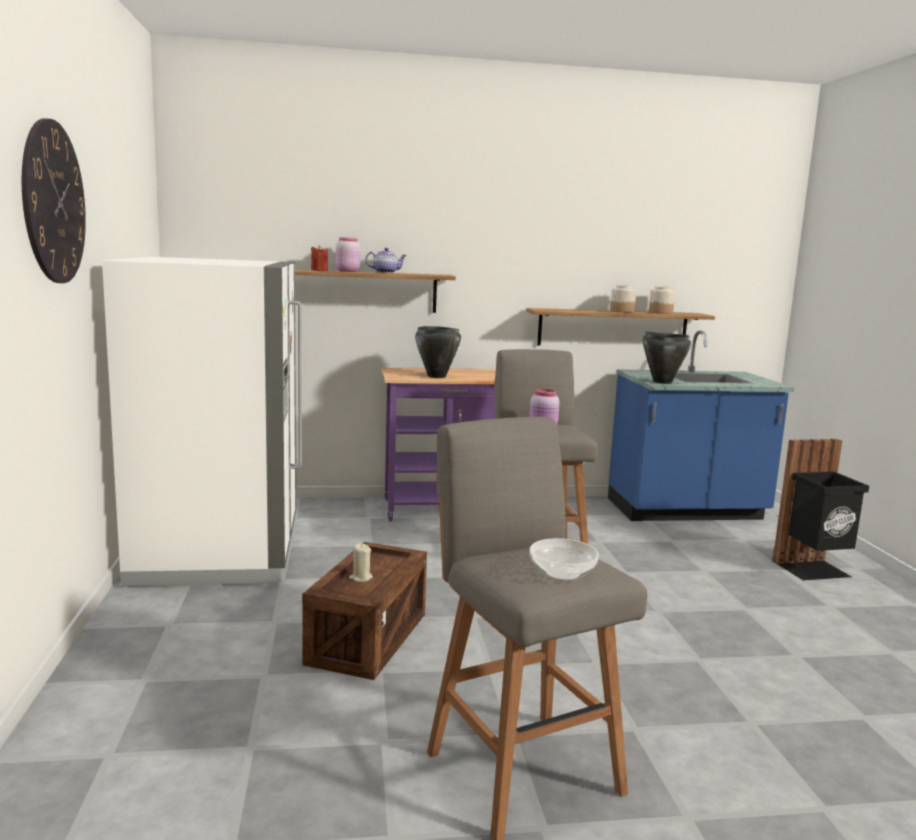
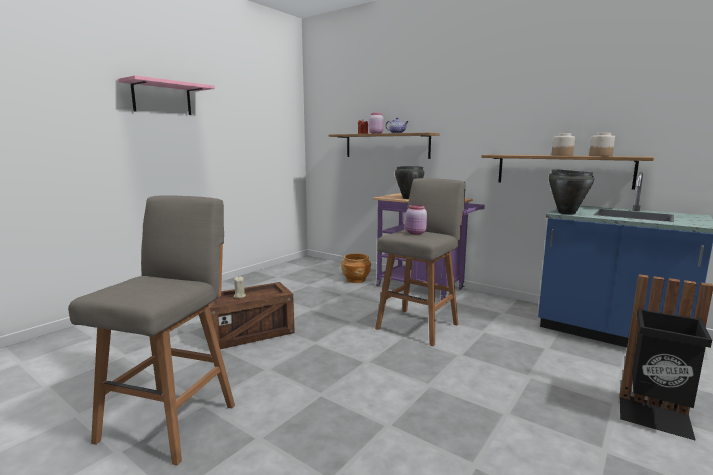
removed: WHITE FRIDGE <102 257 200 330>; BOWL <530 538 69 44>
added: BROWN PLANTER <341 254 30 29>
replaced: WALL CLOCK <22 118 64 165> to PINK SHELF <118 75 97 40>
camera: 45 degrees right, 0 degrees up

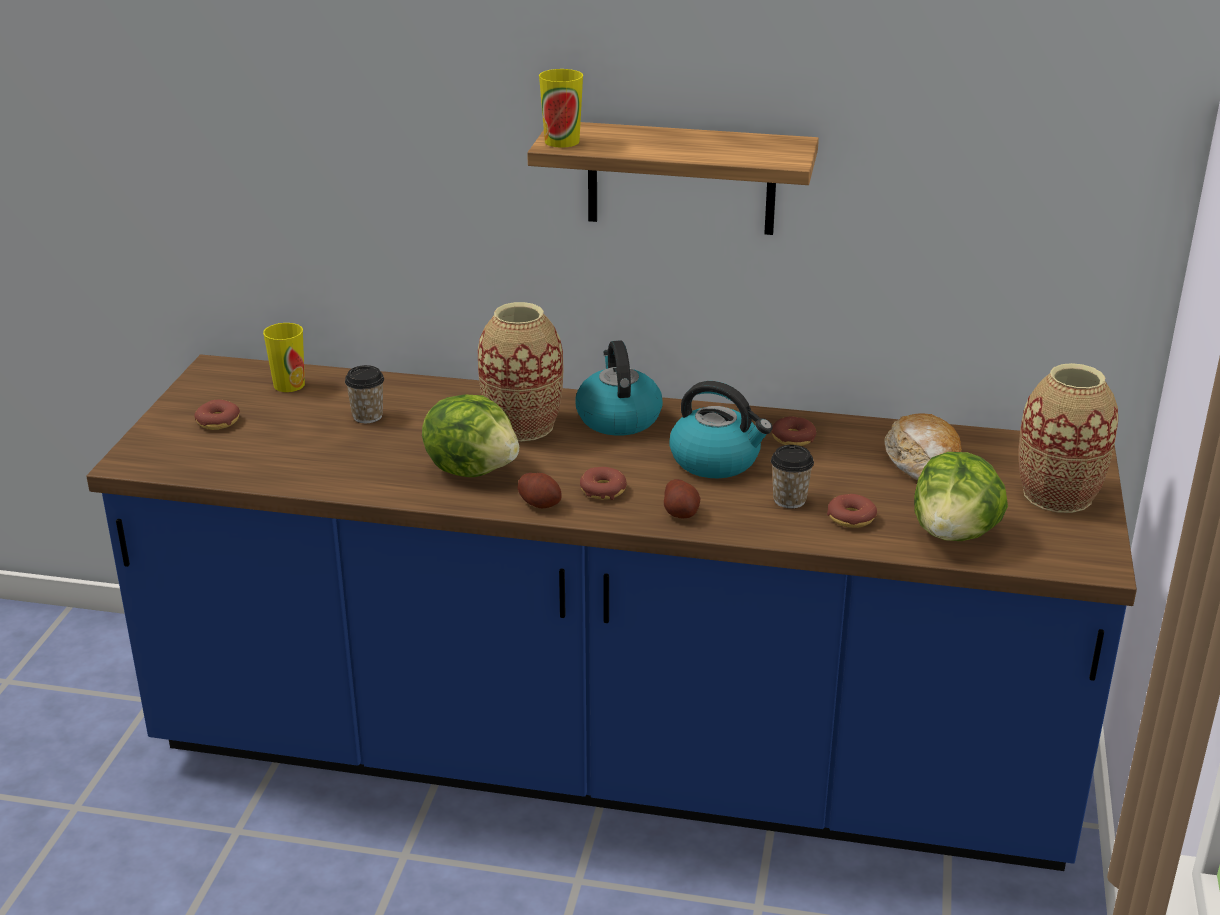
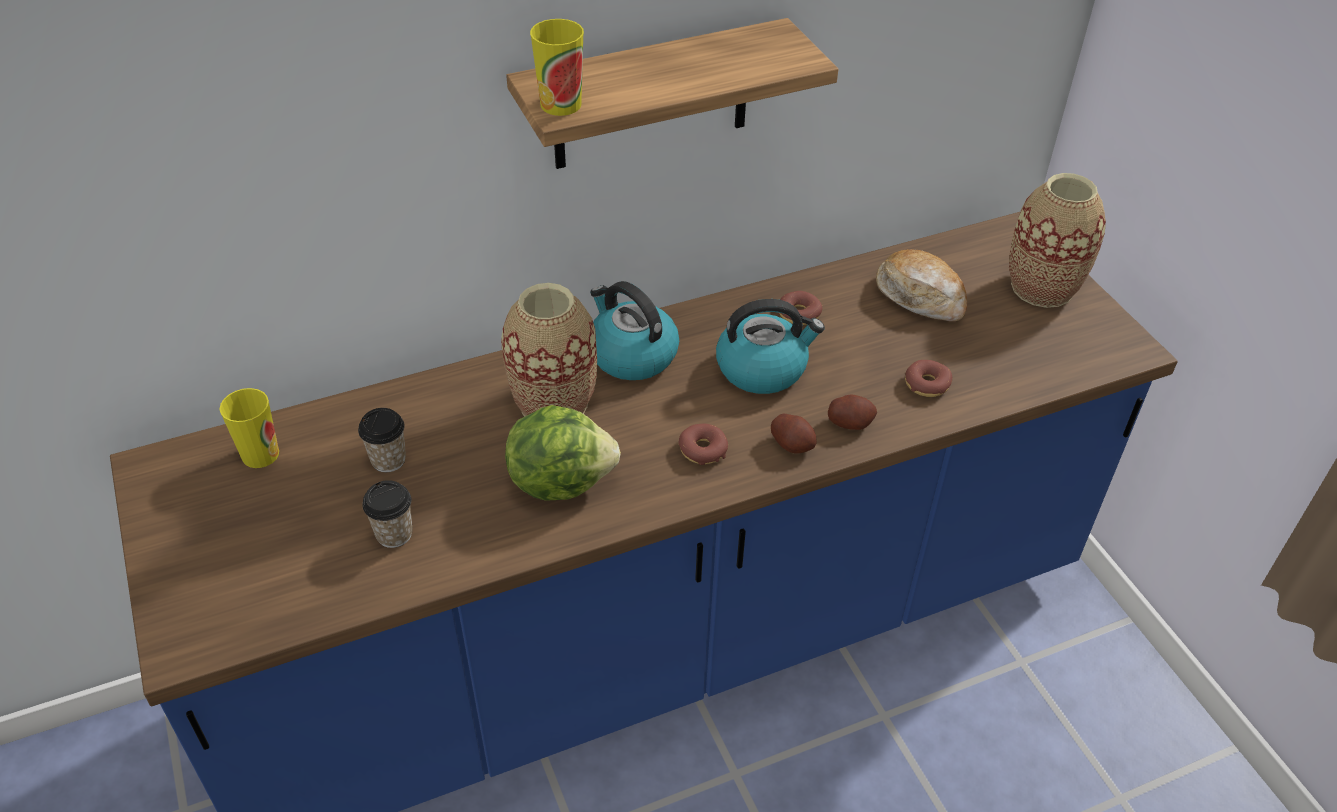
removed: DONUT <194 400 46 30>; LETTUCE <914 452 94 89>
moved: CUP <771 445 43 63> to <362 480 51 68>; POTATO <518 473 44 35> to <828 394 49 36>
camera: 35 degrees left, 15 degrees up

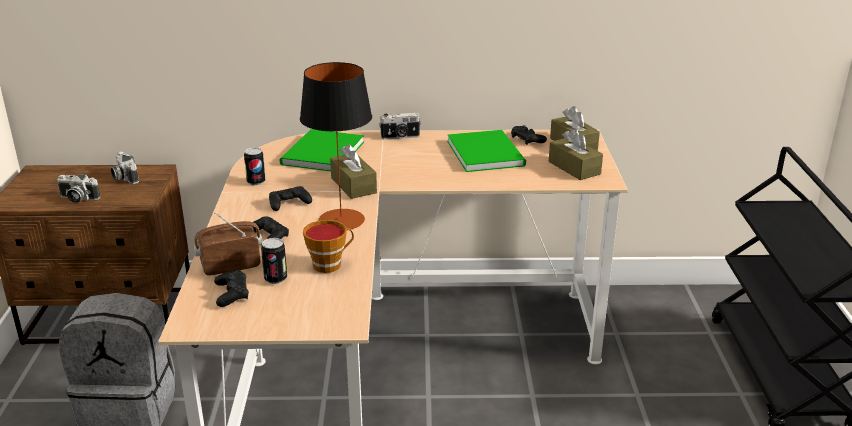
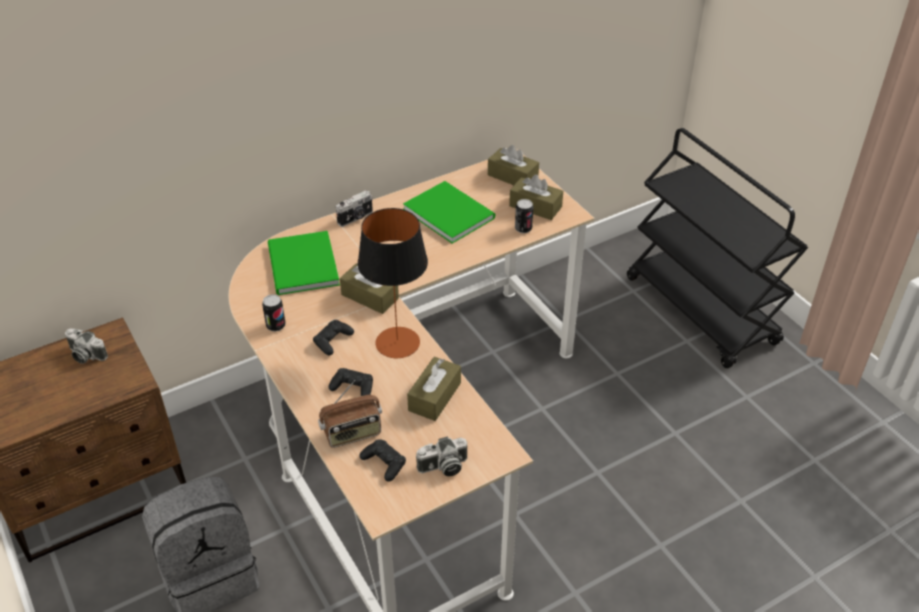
removed: BLACK GAME CONTROLLER <511 125 36 20>
moved: PHOTO CAMERA <57 174 43 29> to <416 436 51 40>; CAN <261 238 26 46> to <515 199 19 34>
replaced: CUP <303 220 51 53> to BROWN TISSUE BOX <407 357 54 64>
turned: RADIO <194 212 68 64> = <318 380 64 68> 150 degrees counterclockwise
camera: 30 degrees left, 15 degrees up

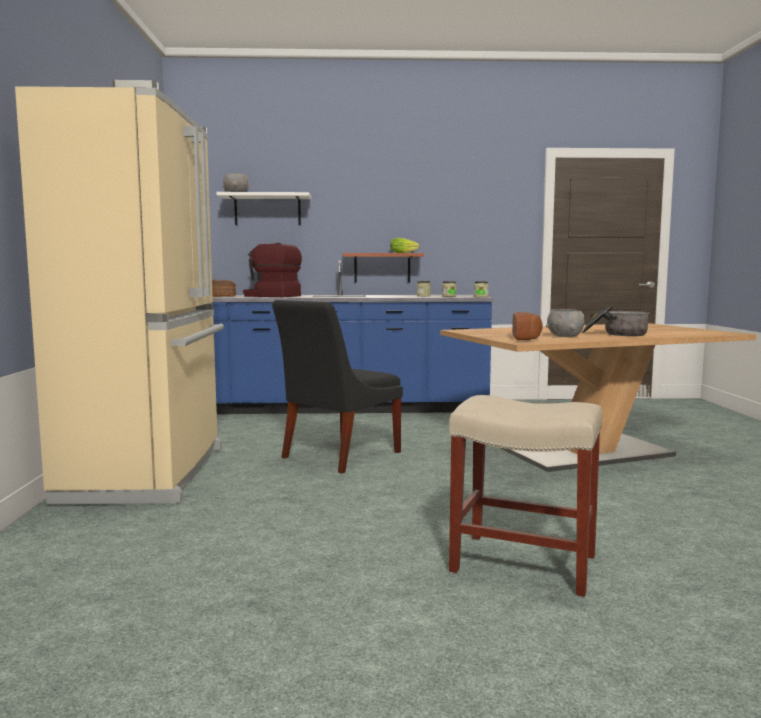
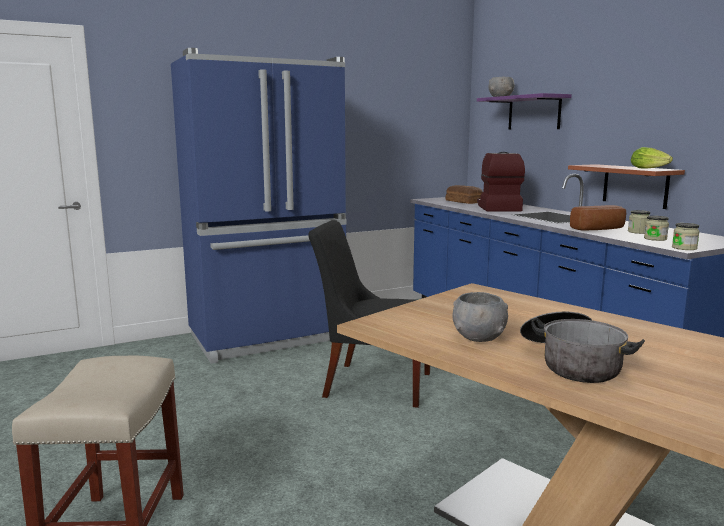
moved: BREAD <512 312 31 28> to <570 205 56 25>
recoloured: BEIGE FRIDGE <15 80 209 425> to BLUE FRIDGE <171 48 176 316>; WHITE SHELF <216 192 95 33> to PURPLE SHELF <477 93 95 36>
camera: 65 degrees right, 5 degrees up

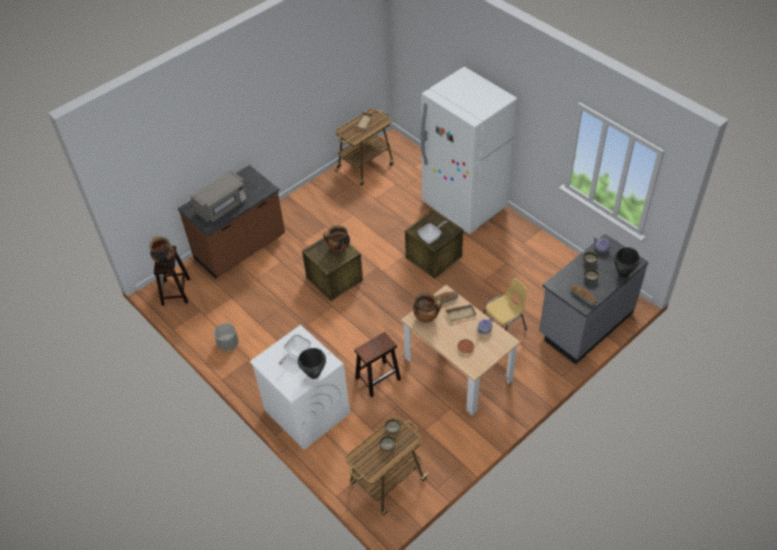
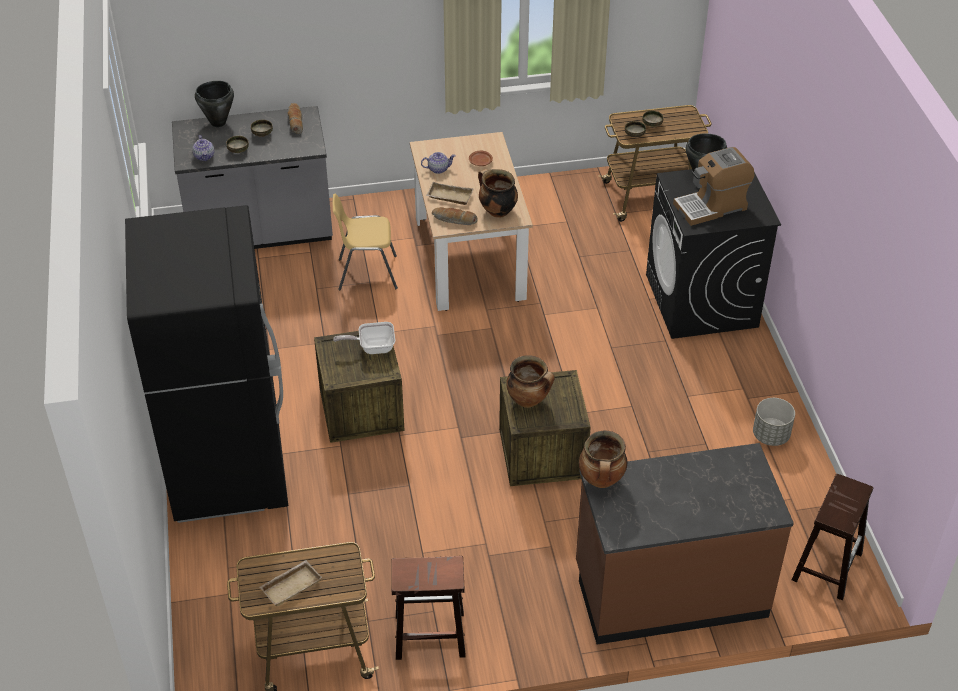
removed: GREY MICROWAVE <191 170 56 52>
moved: COOKING POT <150 236 24 29> to <579 431 48 57>; BROWN STOOL <354 332 47 66> to <392 556 74 104>
replaced: FRYING PAN <279 334 32 31> to COFFEE MACHINE <673 147 81 79>
recoloured: WHITE FRIDGE <421 67 97 167> to BLACK FRIDGE <125 205 163 318>; WHITE WASHING MACHINE <249 325 101 125> to BLACK WASHING MACHINE <646 169 135 170>
camera: 150 degrees left, 5 degrees down

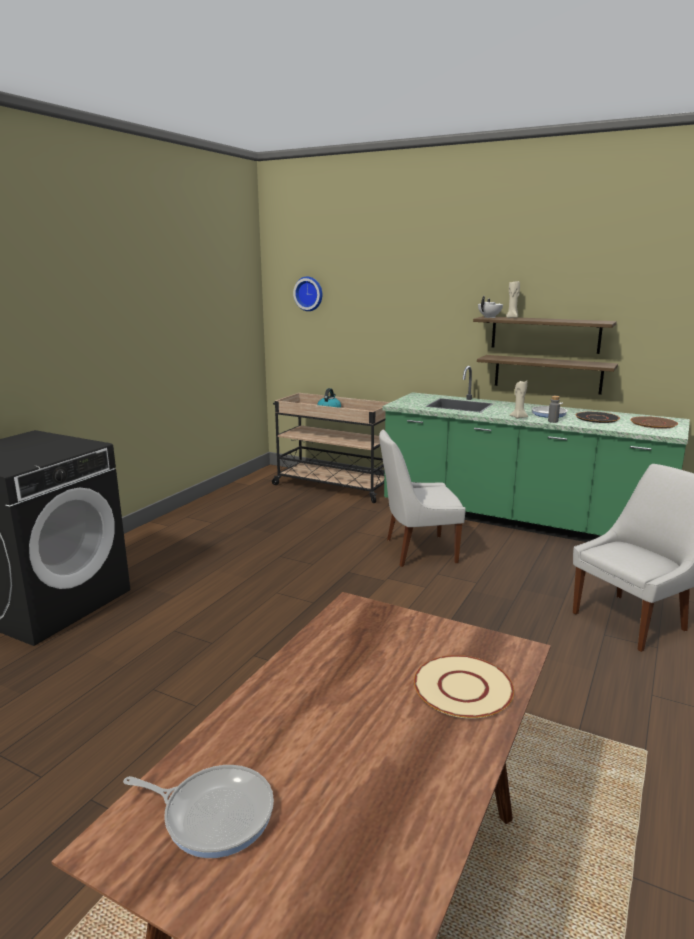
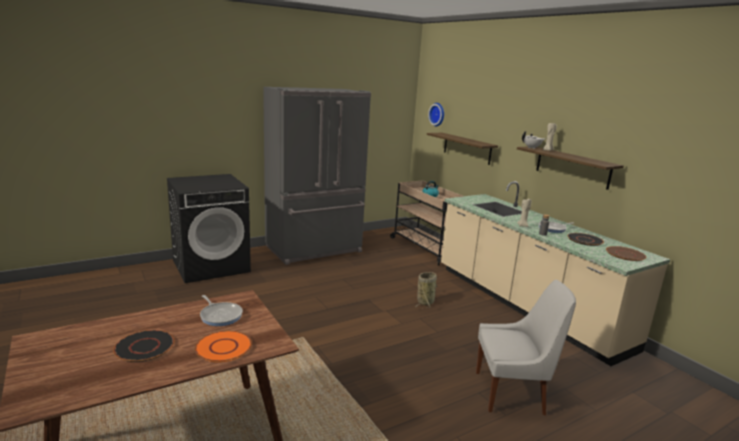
added: GREY FRIDGE <263 87 108 178>; BLACK PLATE <113 330 62 32>
moved: SHELF <477 355 141 40> to <427 133 71 32>; FRYING PAN <123 765 151 93> to <200 295 43 31>
replaced: WHITE CHAIR <379 429 87 138> to BASKET <416 272 22 36>
recoloured: GREEN COUNTER <383 366 307 176> to BEIGE COUNTER <441 181 229 185>; BEIGE PLATE <414 655 100 64> to ORANGE PLATE <195 331 57 31>
camera: 30 degrees right, 0 degrees up

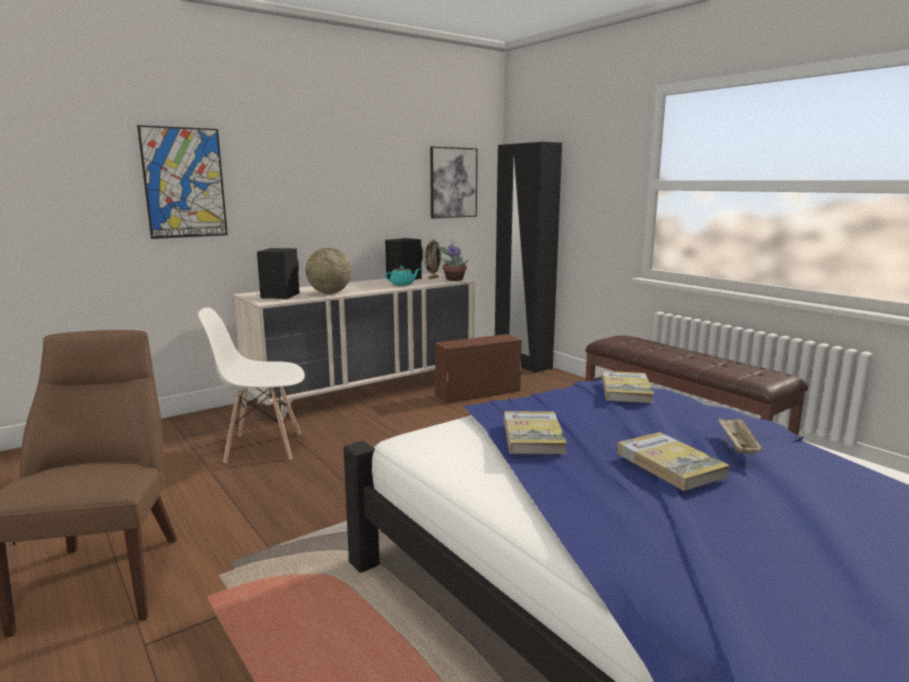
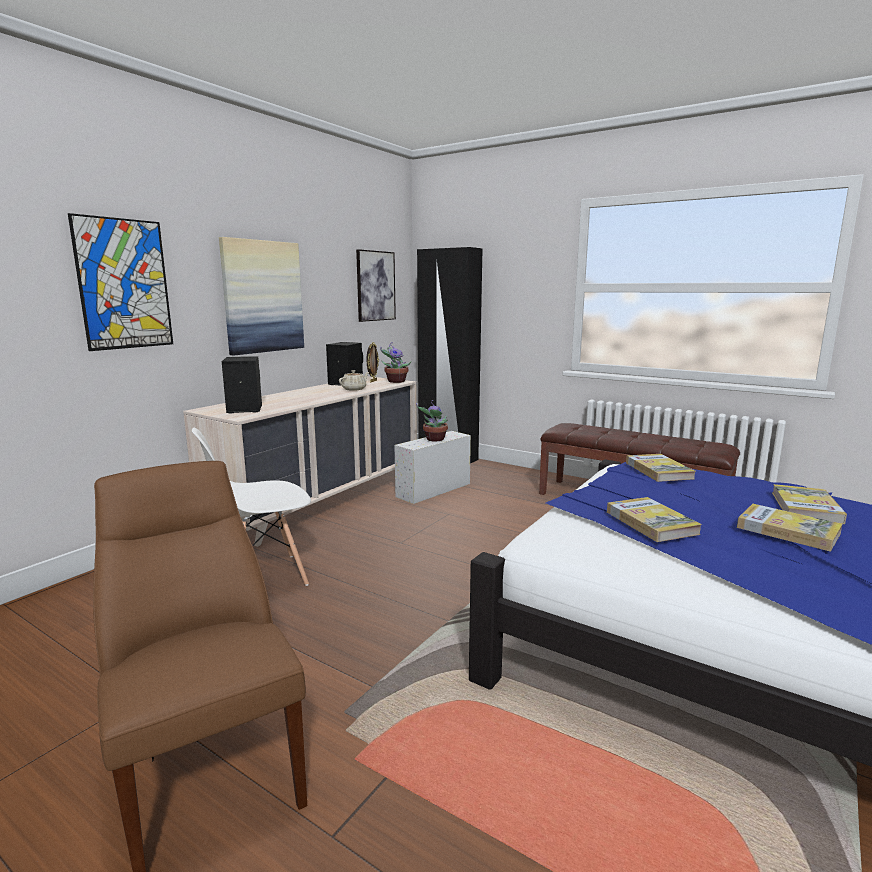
removed: GLOBE <306 248 46 46>
added: PICTURE <219 237 85 119>; POTTED PLANT <416 400 32 41>
replaced: BEIGE TRAY <718 418 46 36> to BOOK <772 484 75 40>
recoloured: TURQUOISE TEAPOT <385 266 34 20> to BEIGE TEAPOT <339 370 30 21>; BROWN STORAGE BOX <435 334 87 69> to WHITE STORAGE BOX <394 431 77 73>
camera: 20 degrees left, 0 degrees up

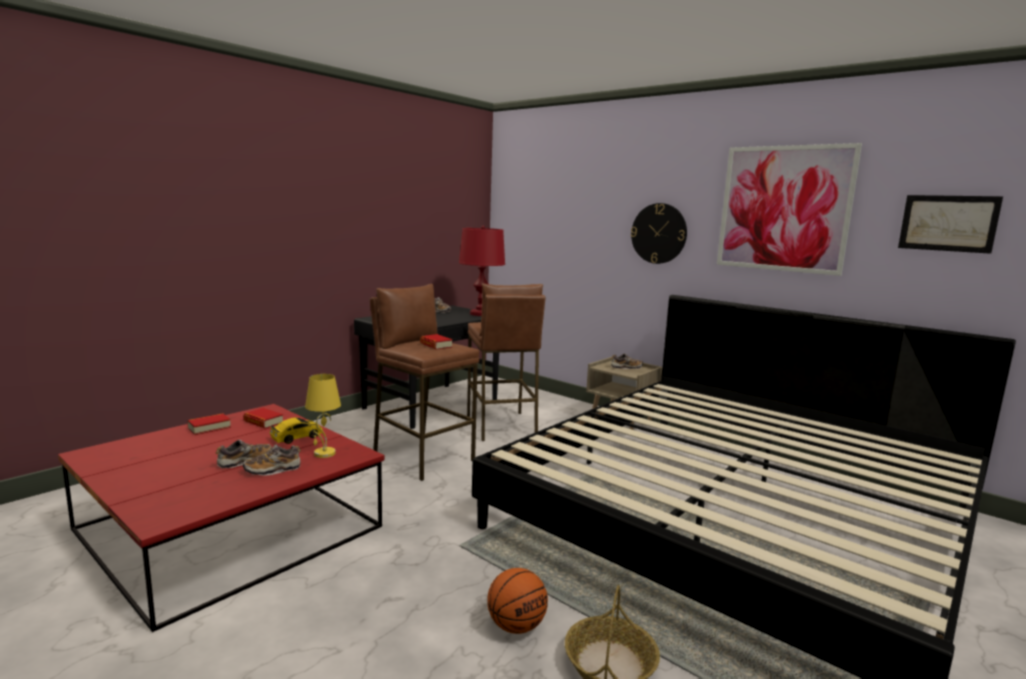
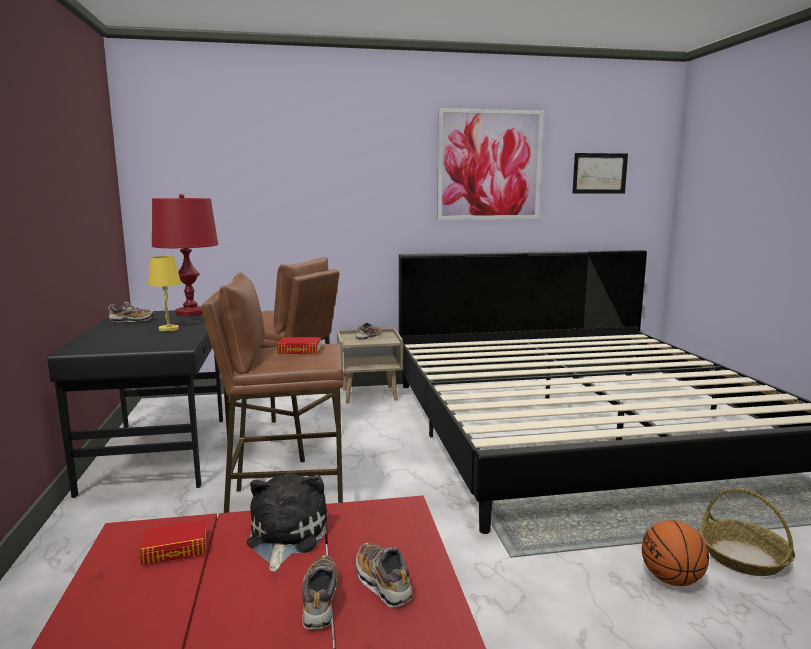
removed: WALL CLOCK <631 203 56 61>; BOOK <187 413 44 22>
moved: YELLOW TABLE LAMP <305 374 36 84> to <148 256 33 76>
replaced: TOY CAR <270 417 53 27> to PLUSH TOY <247 473 80 99>
turned: SHOE <242 444 59 31> = <356 542 56 65> 135 degrees clockwise
camera: 50 degrees left, 0 degrees up

